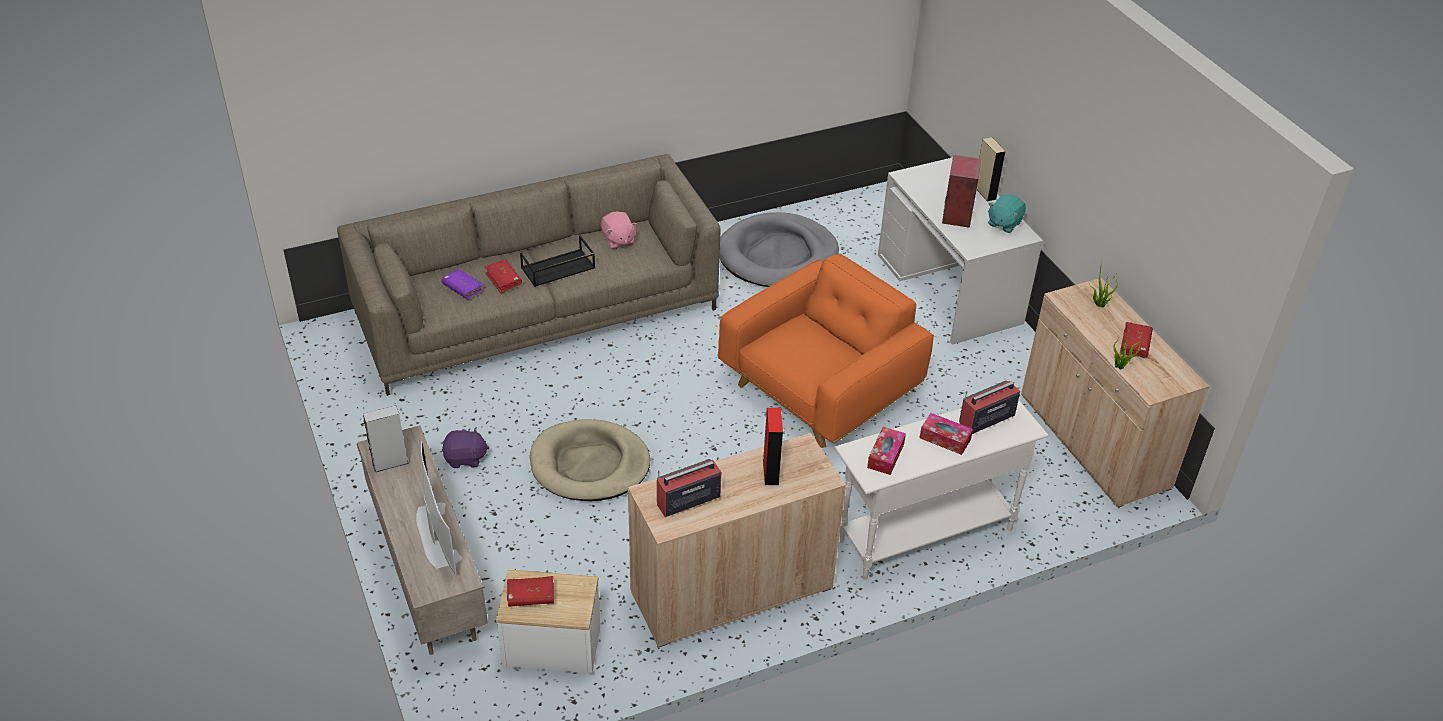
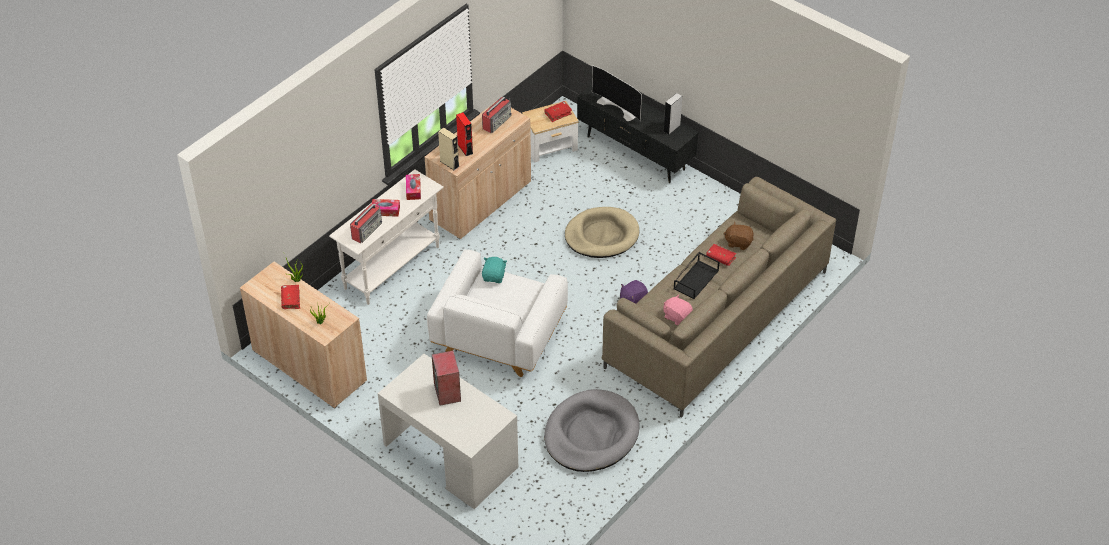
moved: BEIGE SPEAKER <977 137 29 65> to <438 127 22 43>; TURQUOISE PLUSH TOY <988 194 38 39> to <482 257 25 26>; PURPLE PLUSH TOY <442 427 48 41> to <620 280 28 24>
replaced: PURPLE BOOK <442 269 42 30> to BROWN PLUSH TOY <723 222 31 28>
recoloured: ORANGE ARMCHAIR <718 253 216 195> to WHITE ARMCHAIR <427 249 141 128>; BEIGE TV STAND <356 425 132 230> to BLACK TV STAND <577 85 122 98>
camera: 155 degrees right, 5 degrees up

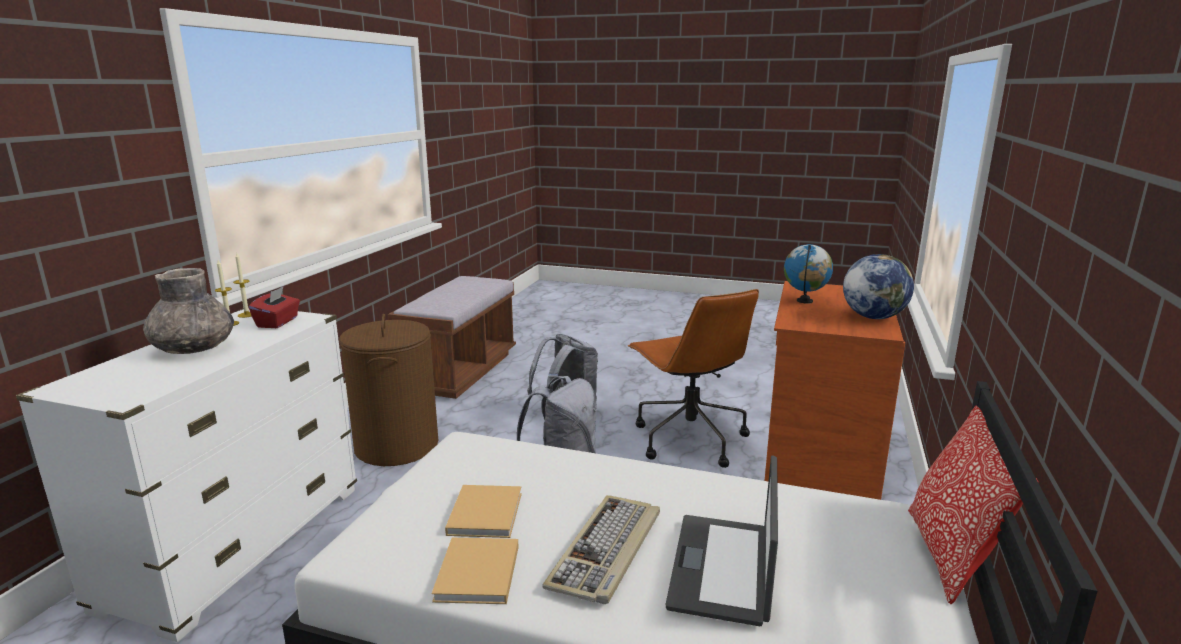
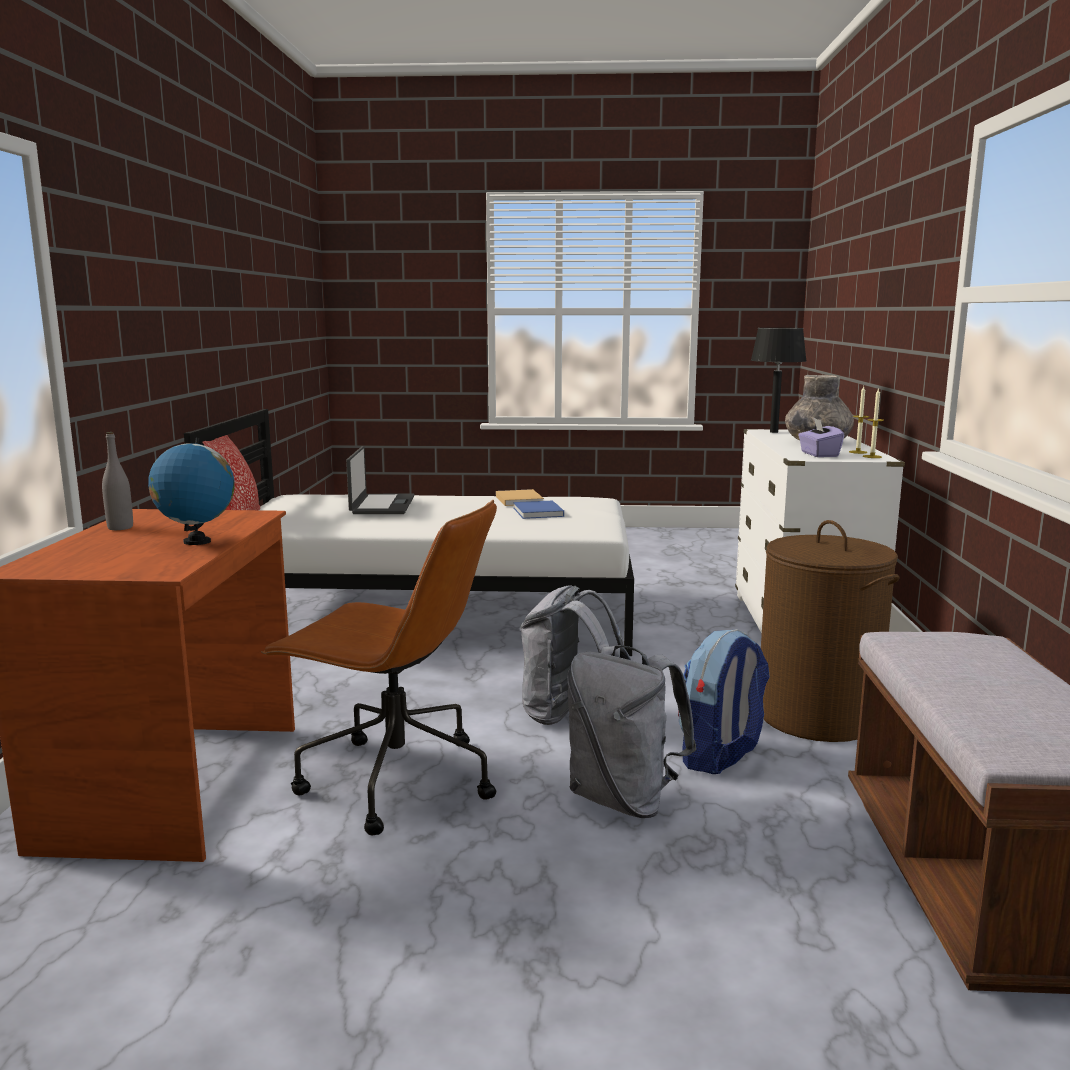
removed: KEYBOARD <542 495 118 109>
added: BLACK TABLE LAMP <751 328 56 105>; BACKPACK <678 629 92 145>
replaced: GLOBE <843 254 71 65> to GREY BOTTLE <102 432 31 98>
recoloured: RED TISSUE BOX <249 286 51 42> to PURPLE TISSUE BOX <798 418 46 39>; BEIGE BOOK <445 485 77 53> to BLUE BOOK <513 500 51 19>
turned: BROWN OFFICE CHAIR <628 289 131 179> = <261 500 236 336> 150 degrees clockwise
camera: 165 degrees right, 5 degrees down

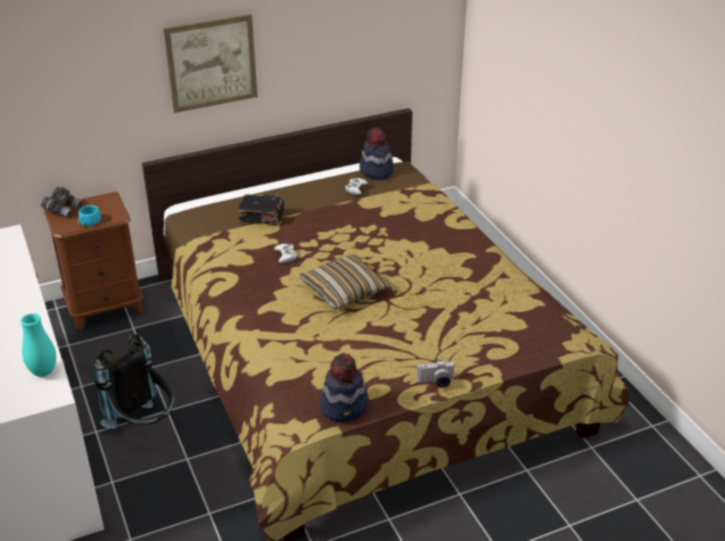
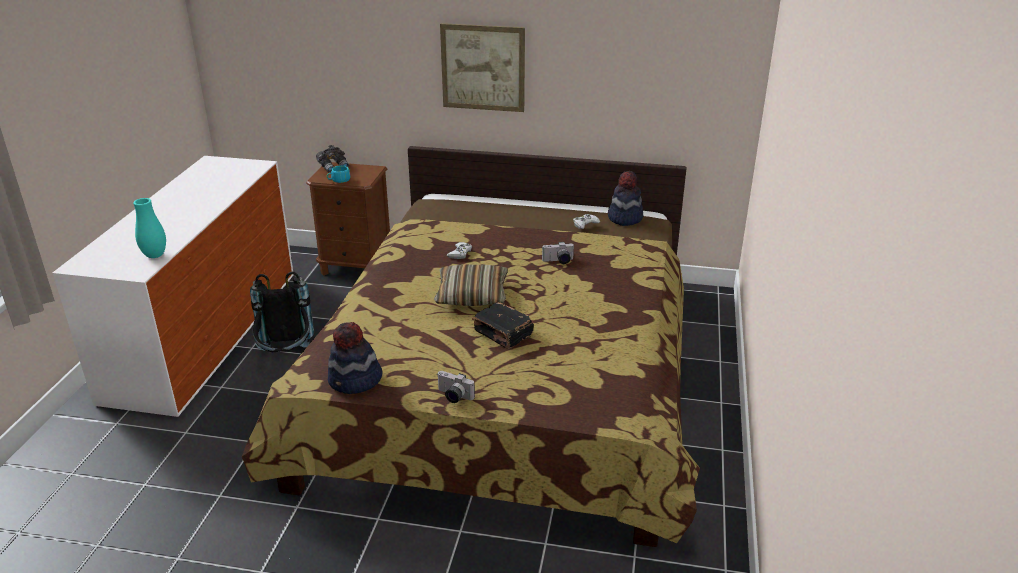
added: PHOTO CAMERA <542 242 33 22>
moved: BLACK BOOK <238 194 46 31> to <472 302 62 47>
camera: 35 degrees right, 5 degrees down

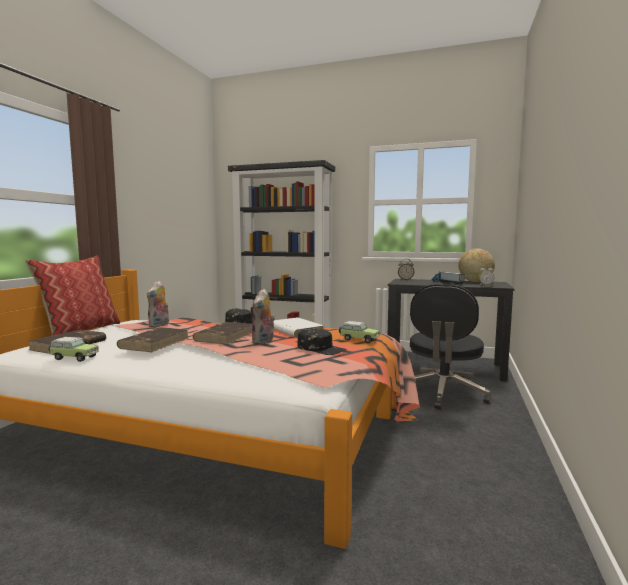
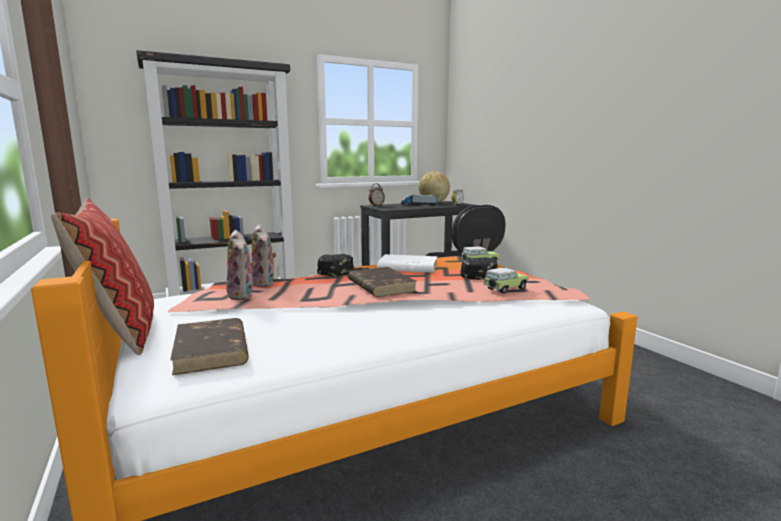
removed: BROWN BOOK <117 327 71 25>
moved: PLUSH TOY <252 289 23 55> to <252 224 25 63>; TOY CAR <49 337 50 25> to <484 267 45 27>
camera: 45 degrees left, 5 degrees up

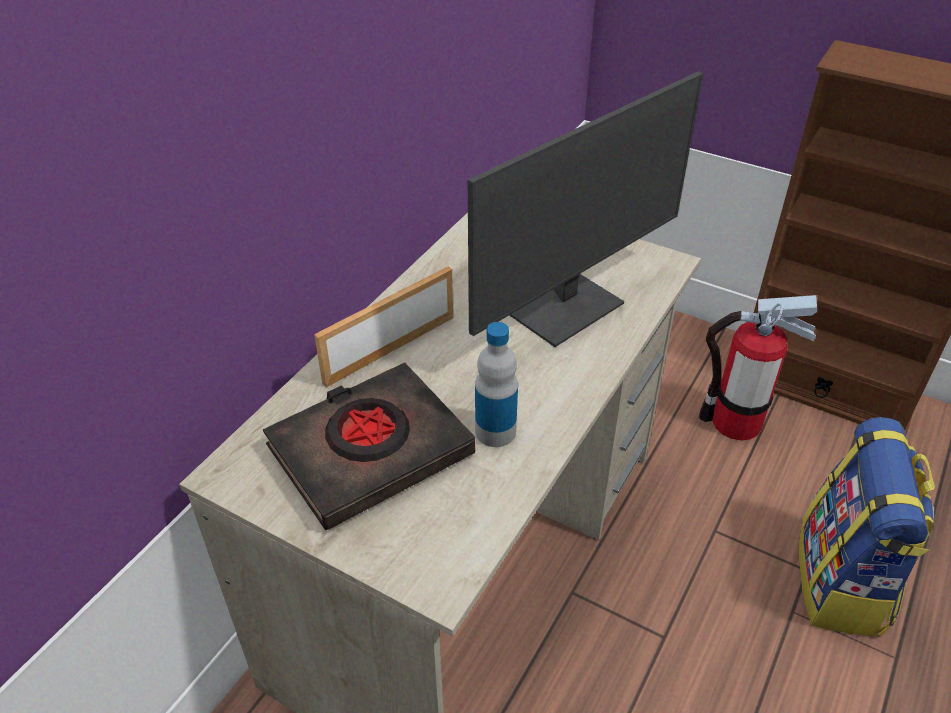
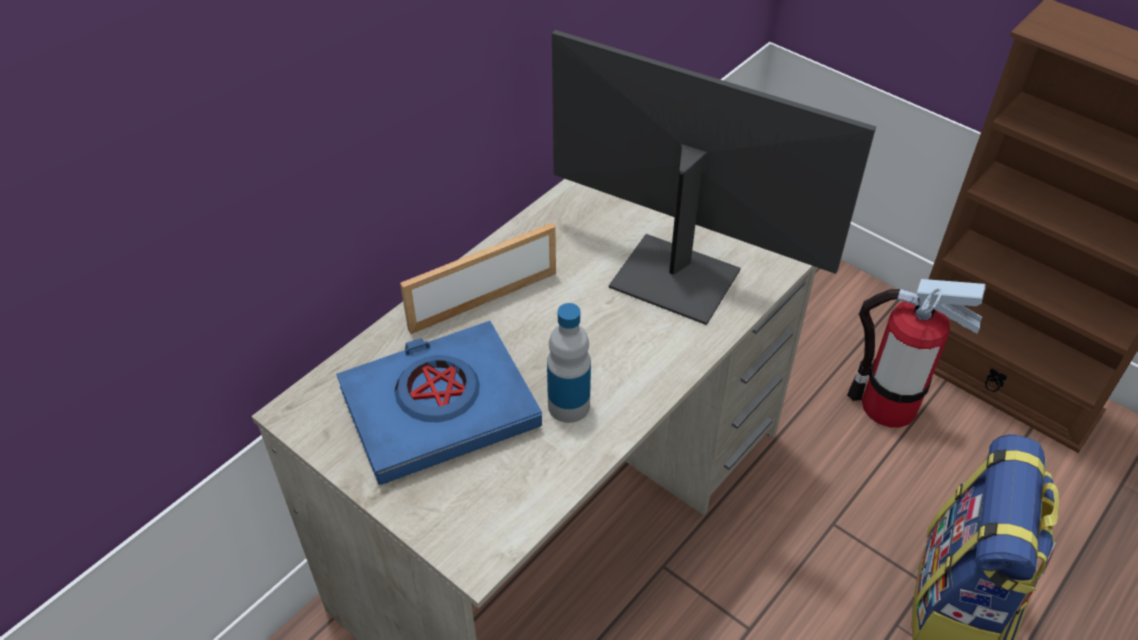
recoloured: BLACK BOOK <263 362 212 168> to BLUE BOOK <336 321 206 164>
turned: MONITOR <468 71 235 276> = <552 30 324 295> 120 degrees counterclockwise
camera: 10 degrees right, 5 degrees up

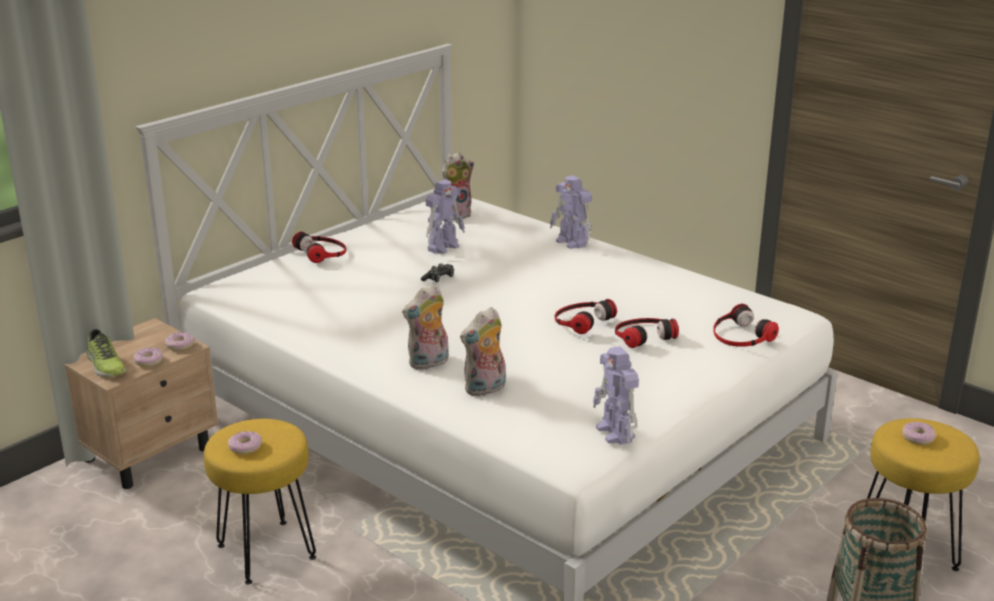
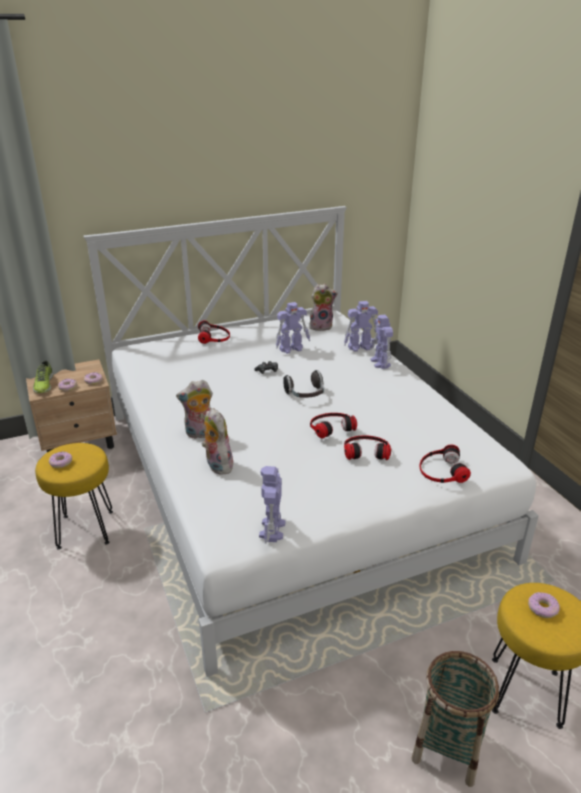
added: TOY ROBOT <344 301 34 51>; HEADPHONES <283 370 41 28>
turned: PLUSH TOY <460 307 46 89> = <202 408 31 67> 75 degrees clockwise
camera: 25 degrees right, 5 degrees up

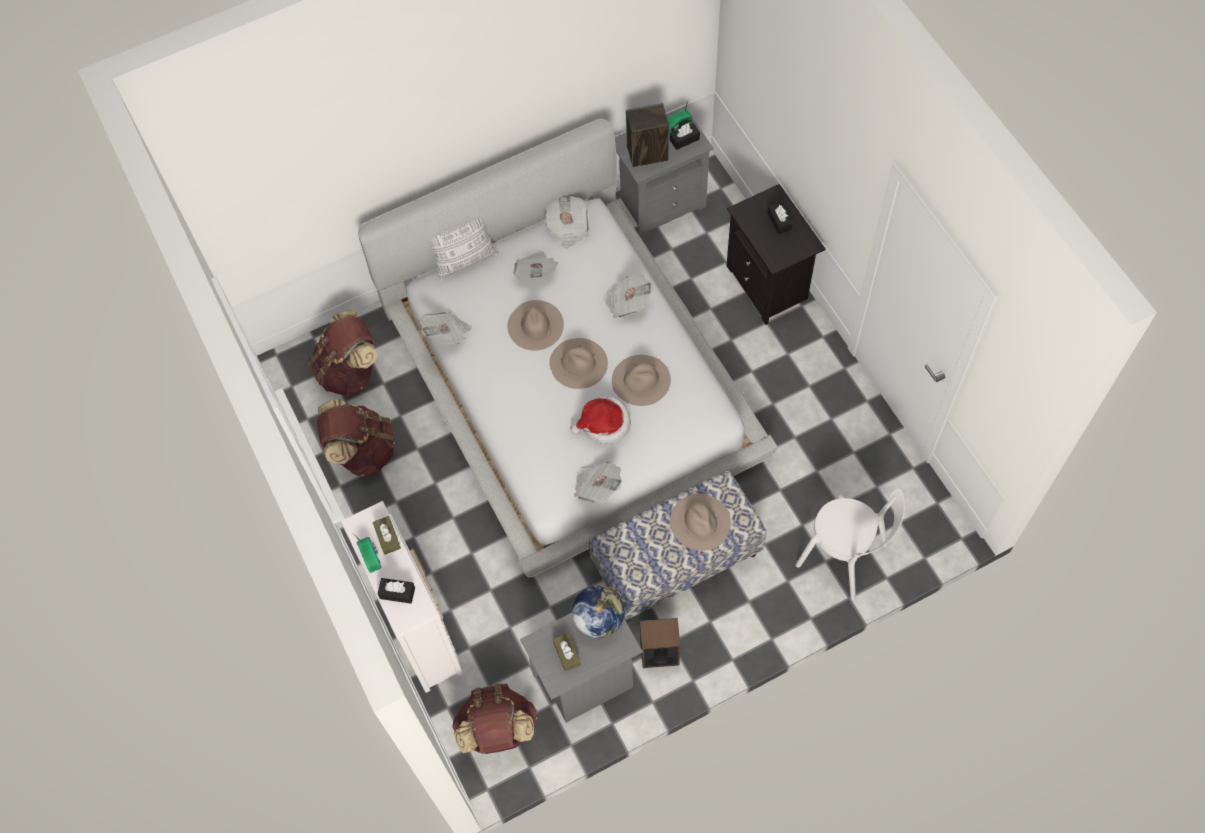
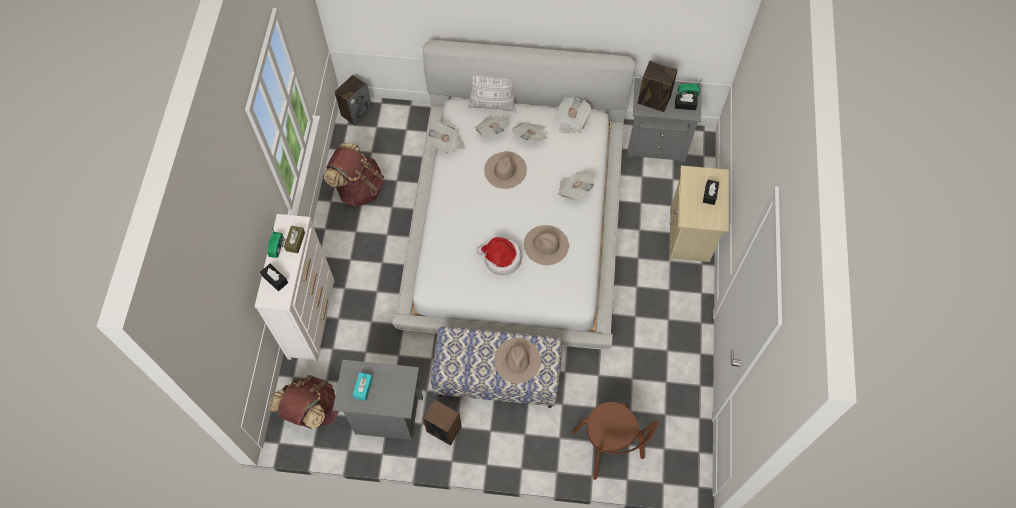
removed: BROWN BACKPACK <308 310 69 87>; BEIGE HAT <549 338 59 51>; GLOBE <572 585 53 53>
added: SPEAKER <335 75 37 51>
moved: NEWSPAPER <574 462 48 42> to <475 115 35 22>
recoloured: BLACK NIGHTSTAND <727 184 99 141> to BEIGE NIGHTSTAND <669 166 60 97>; WHITE CHAIR <795 488 110 113> to BROWN CHAIR <572 402 86 78>; BROWN TISSUE BOX <553 633 28 38> to TURQUOISE TISSUE BOX <353 372 20 29>
camera: 30 degrees right, 0 degrees up

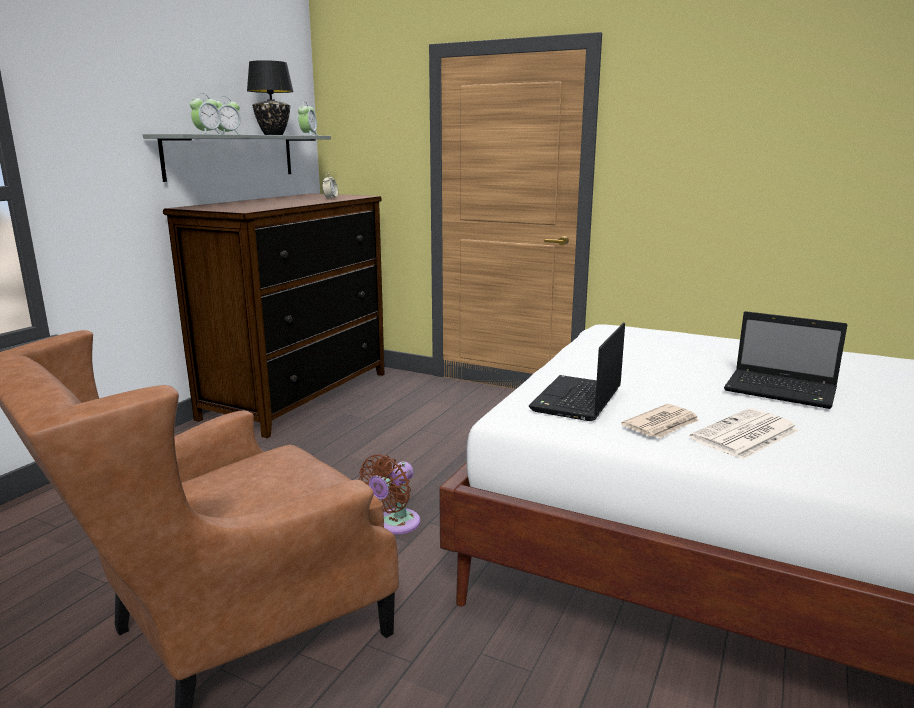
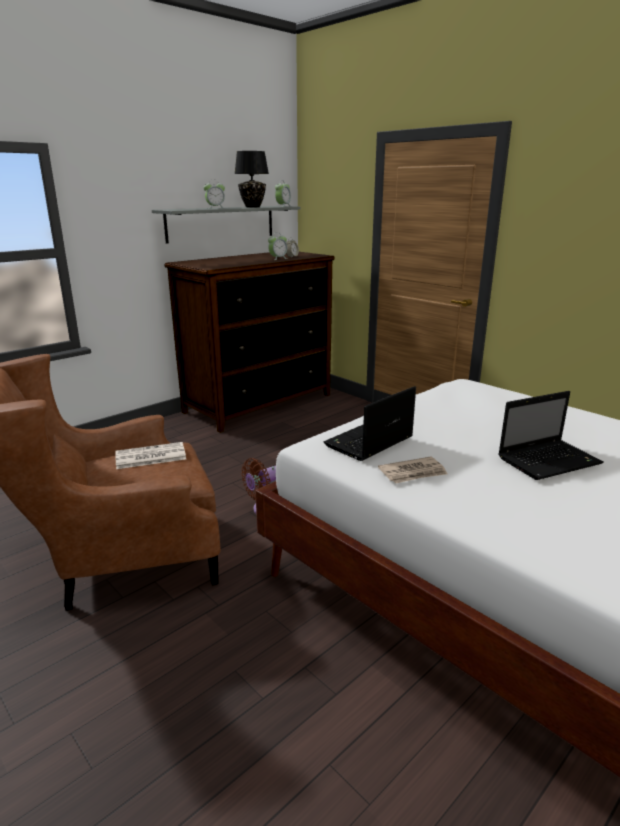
moved: ALARM CLOCK <190 93 32 41> to <268 232 19 28>; NEWSPAPER <690 408 109 51> to <115 442 71 27>
turned: LAPTOP <724 311 124 98> = <498 391 106 89> 75 degrees counterclockwise
camera: 20 degrees right, 5 degrees up

